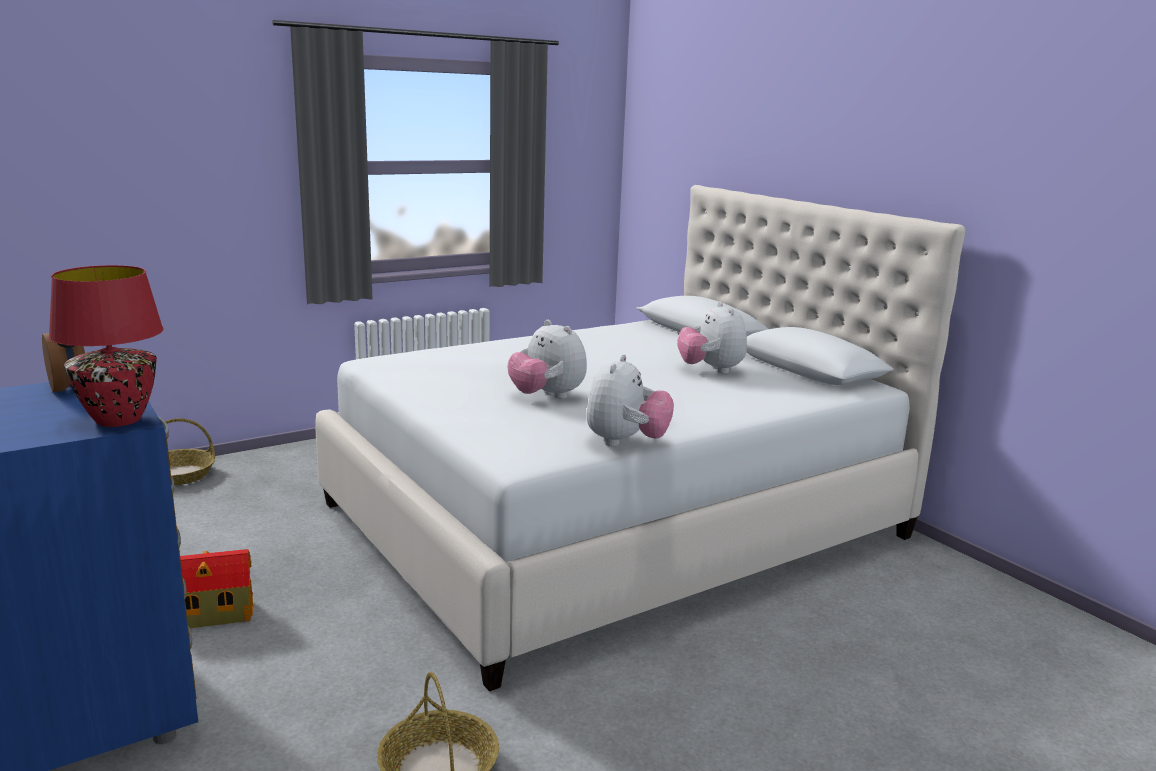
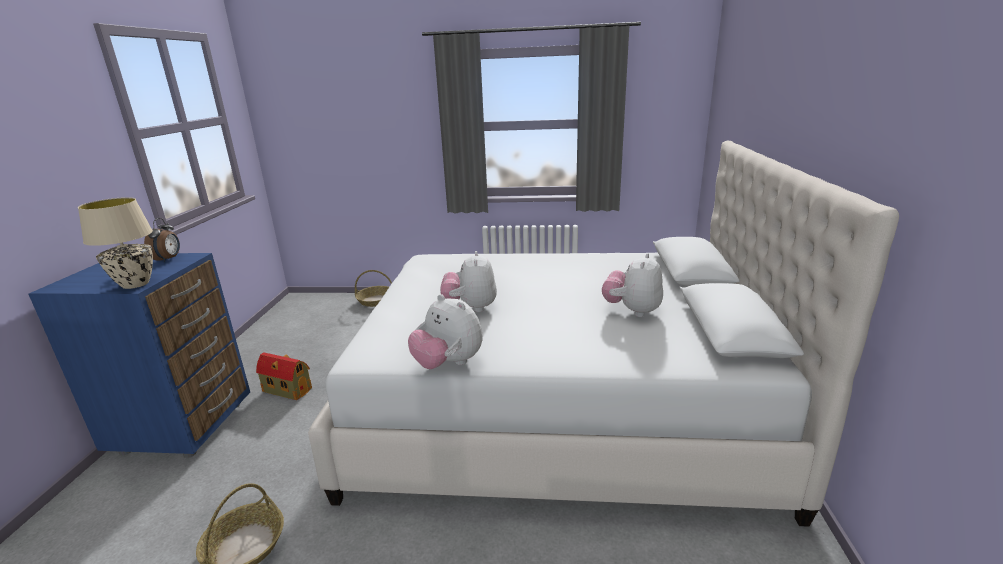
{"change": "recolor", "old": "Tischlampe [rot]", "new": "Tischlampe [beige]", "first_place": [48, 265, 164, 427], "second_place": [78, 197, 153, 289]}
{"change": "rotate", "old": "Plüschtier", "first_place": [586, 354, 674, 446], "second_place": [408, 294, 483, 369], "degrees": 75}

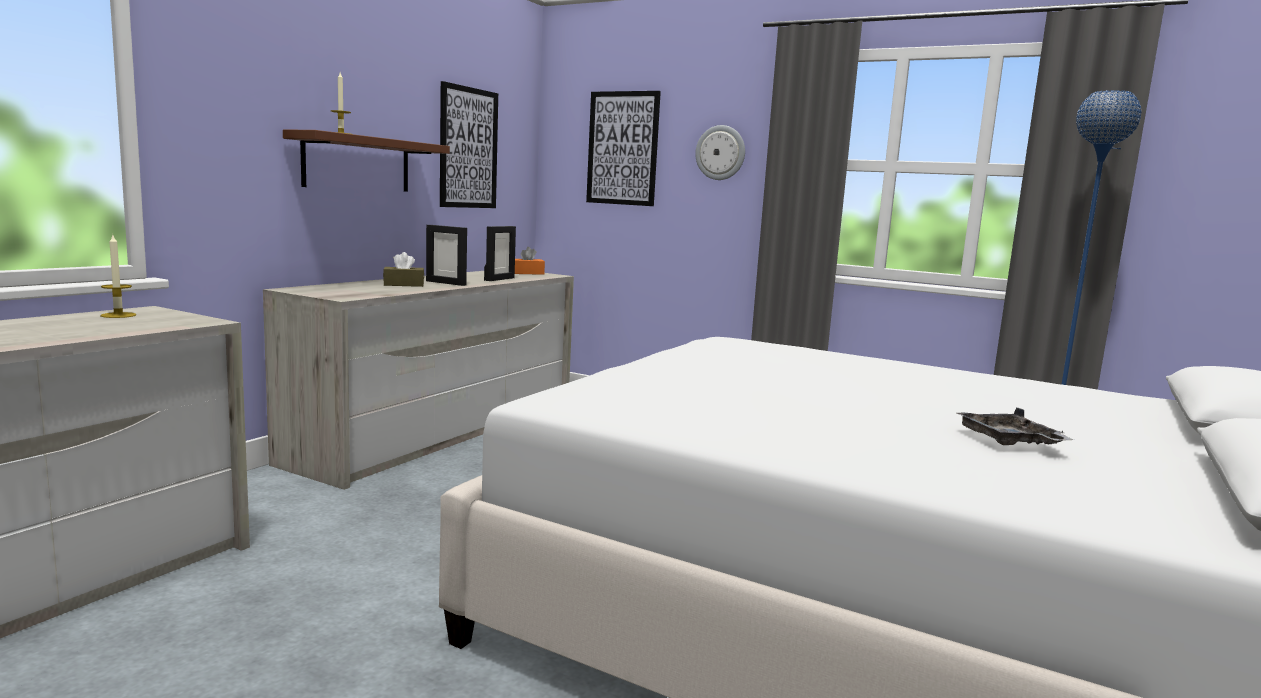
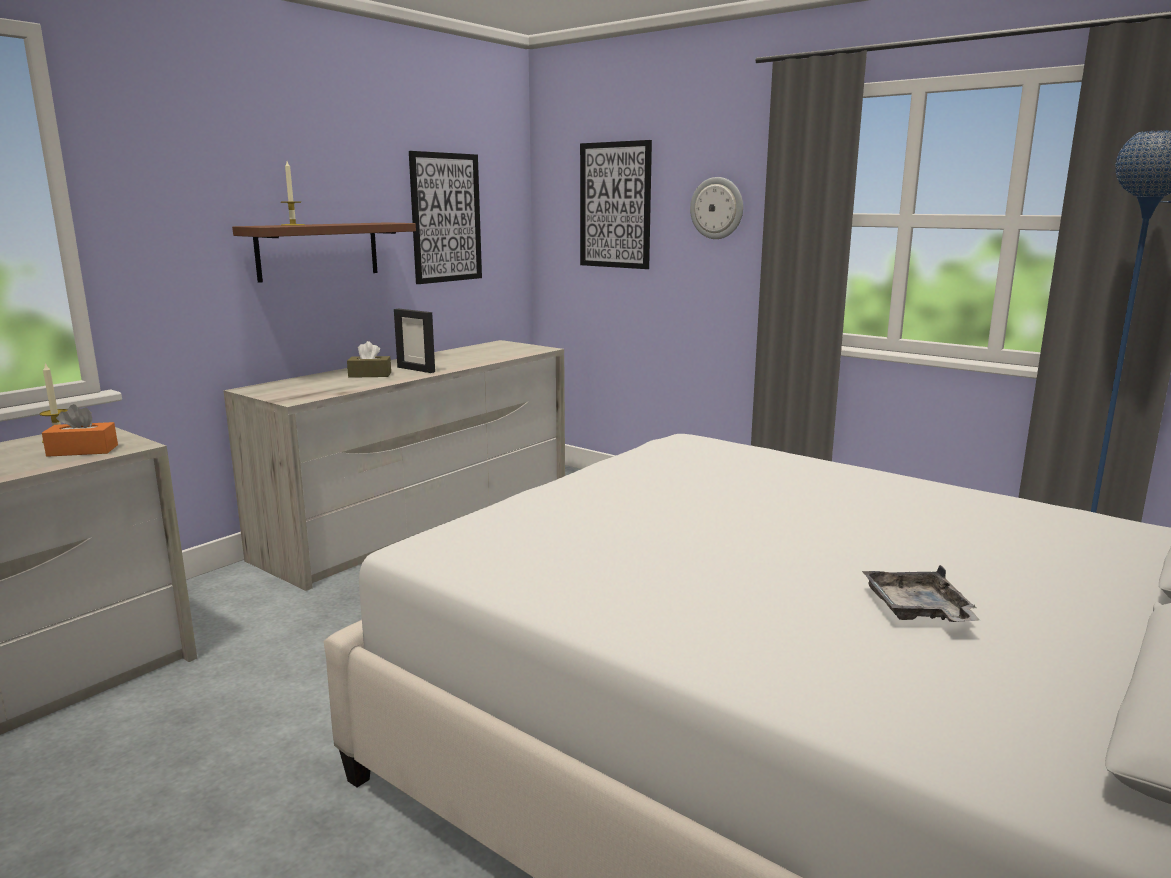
{"change": "delete", "old": "Bilderrahmen", "first_place": [484, 226, 516, 281]}
{"change": "move", "old": "Taschentuchbox [orange]", "first_place": [515, 247, 545, 275], "second_place": [42, 404, 118, 457]}

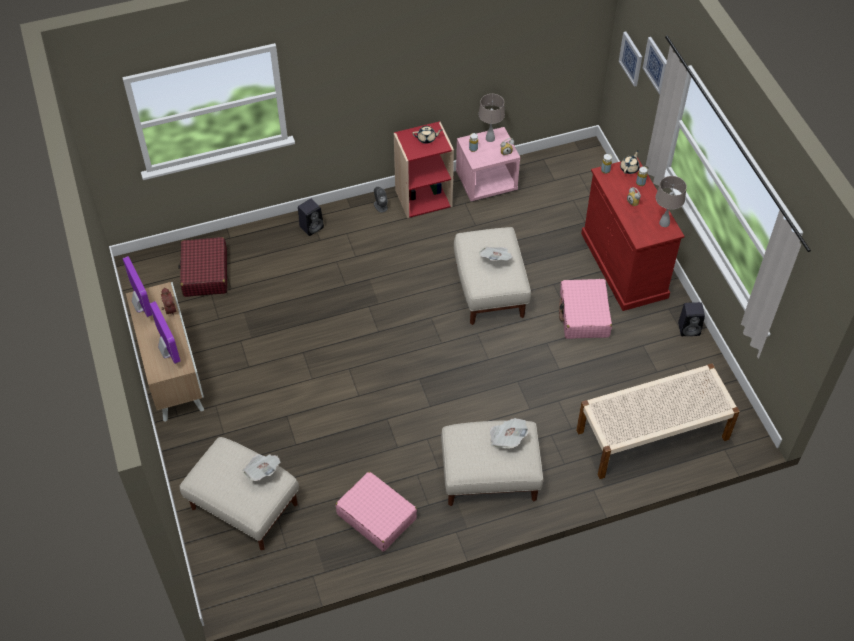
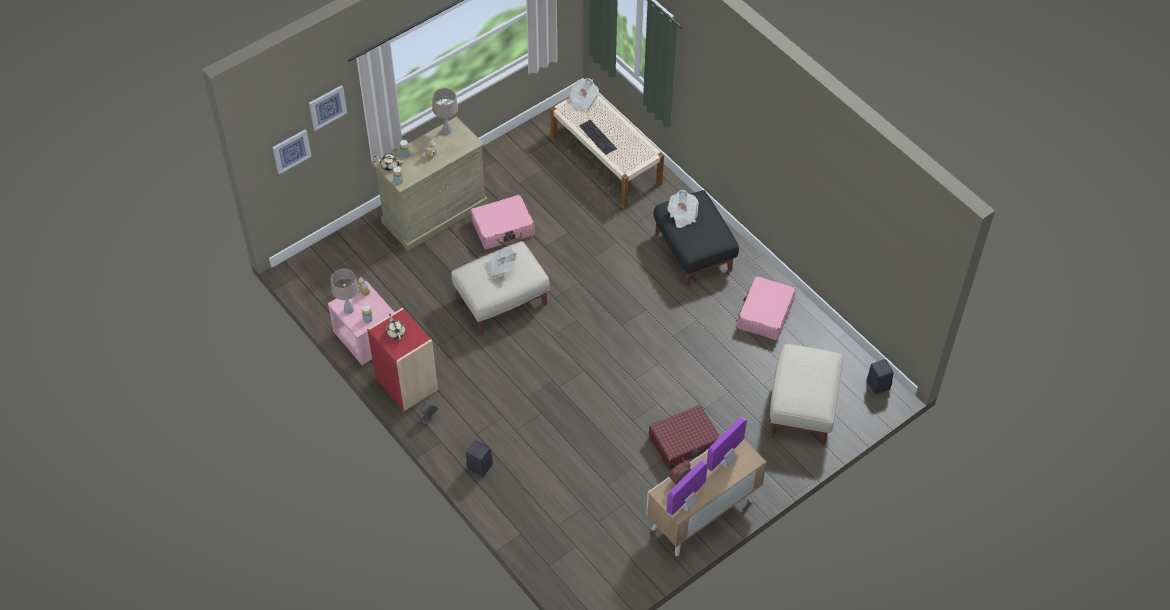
{"change": "insert", "new": "Tastatur", "second_place": [579, 120, 617, 155]}
{"change": "move", "old": "Koffer [rot]", "first_place": [178, 237, 227, 297], "second_place": [649, 405, 720, 469]}
{"change": "move", "old": "Zeitung", "first_place": [242, 454, 281, 481], "second_place": [569, 78, 599, 111]}
{"change": "move", "old": "Lautsprecher [schwarz]", "first_place": [678, 302, 705, 336], "second_place": [866, 359, 893, 395]}
{"change": "recolor", "old": "Polsterhocker [beige]", "new": "Polsterhocker [schwarz]", "first_place": [441, 420, 543, 506], "second_place": [654, 190, 739, 287]}
{"change": "recolor", "old": "Kommode [rot]", "new": "Kommode [beige]", "first_place": [581, 157, 684, 311], "second_place": [373, 116, 488, 251]}

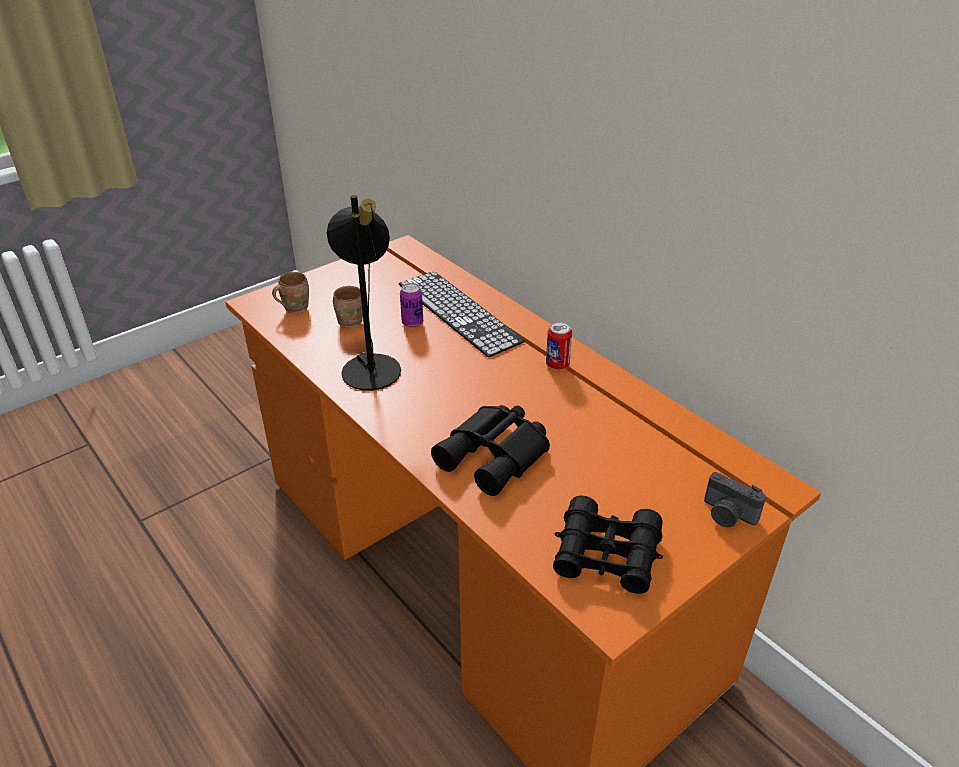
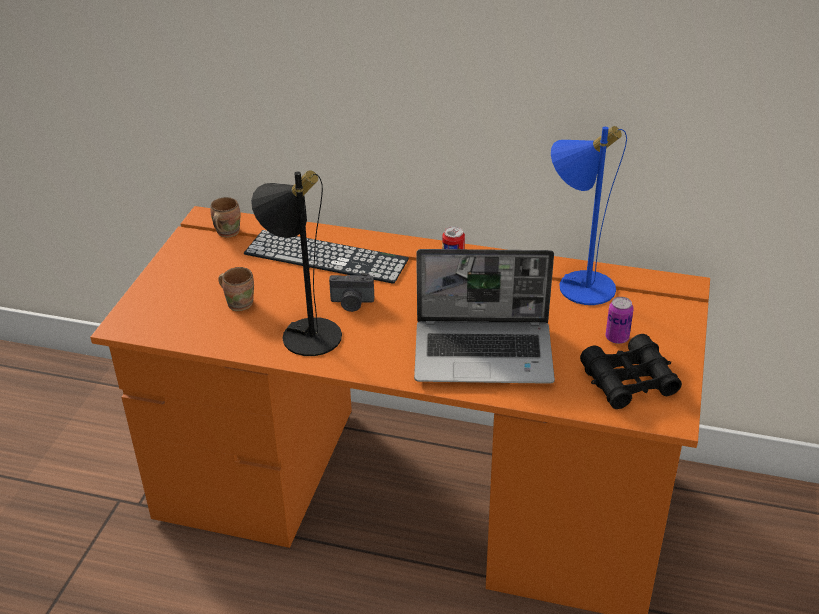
{"change": "insert", "new": "Tischlampe [blau]", "second_place": [551, 126, 627, 305]}
{"change": "move", "old": "Henkelbecher [braun]", "first_place": [272, 272, 309, 314], "second_place": [210, 197, 240, 237]}
{"change": "move", "old": "Dose", "first_place": [400, 283, 423, 328], "second_place": [605, 297, 634, 344]}
{"change": "move", "old": "Kamera", "first_place": [704, 472, 766, 528], "second_place": [329, 273, 374, 312]}
{"change": "replace", "old": "Fernglas [schwarz]", "new": "Laptop", "first_place": [431, 405, 550, 496], "second_place": [414, 249, 555, 384]}

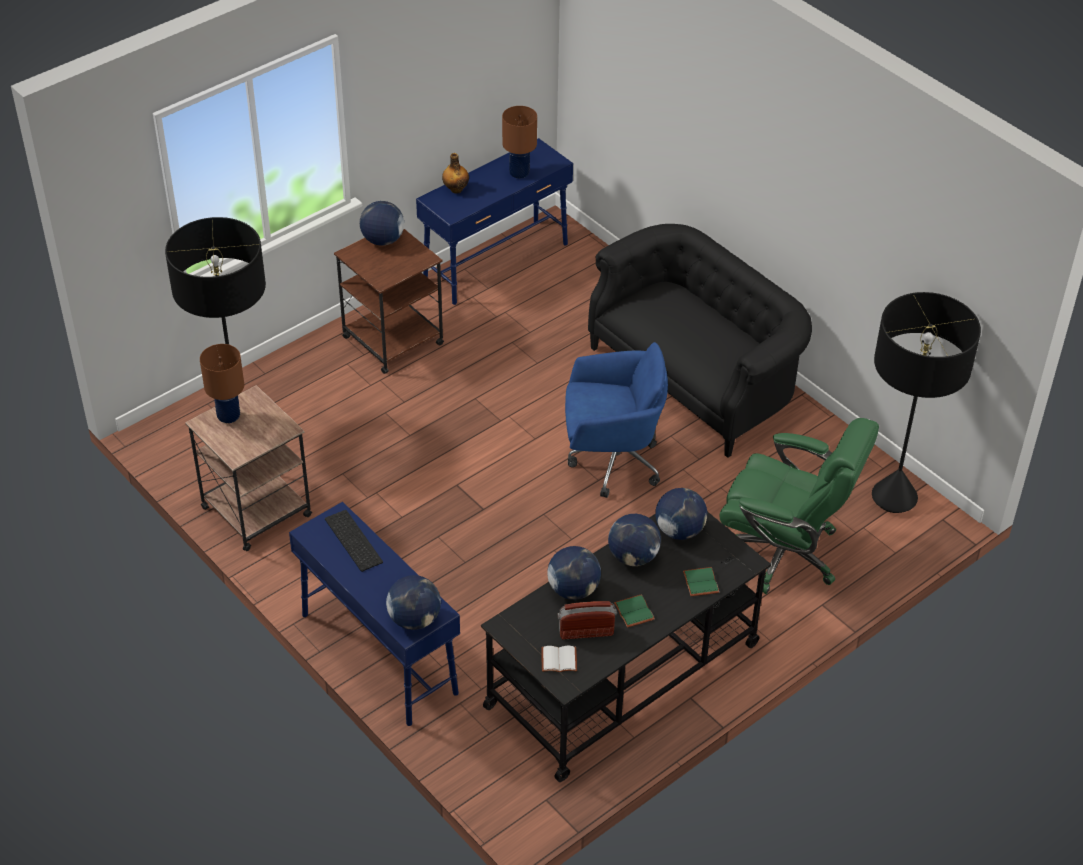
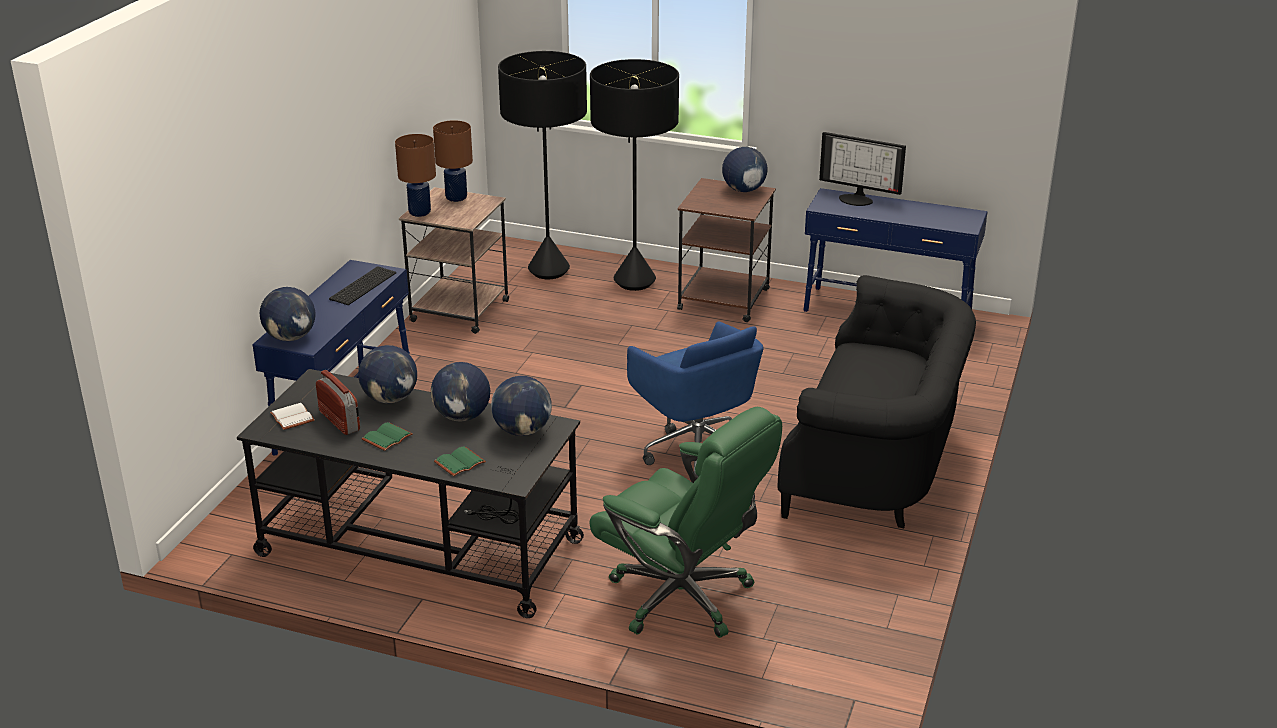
{"change": "move", "old": "Tischlampe [braun]", "first_place": [502, 106, 537, 179], "second_place": [395, 134, 436, 217]}
{"change": "move", "old": "Stehlampe [schwarz]", "first_place": [872, 292, 981, 513], "second_place": [590, 59, 679, 291]}
{"change": "replace", "old": "Flasche", "new": "Monitor", "first_place": [442, 153, 469, 194], "second_place": [819, 132, 906, 206]}
{"change": "rotate", "old": "Bürostuhl [grün]", "first_place": [720, 418, 879, 594], "second_place": [590, 407, 782, 638], "degrees": -45}

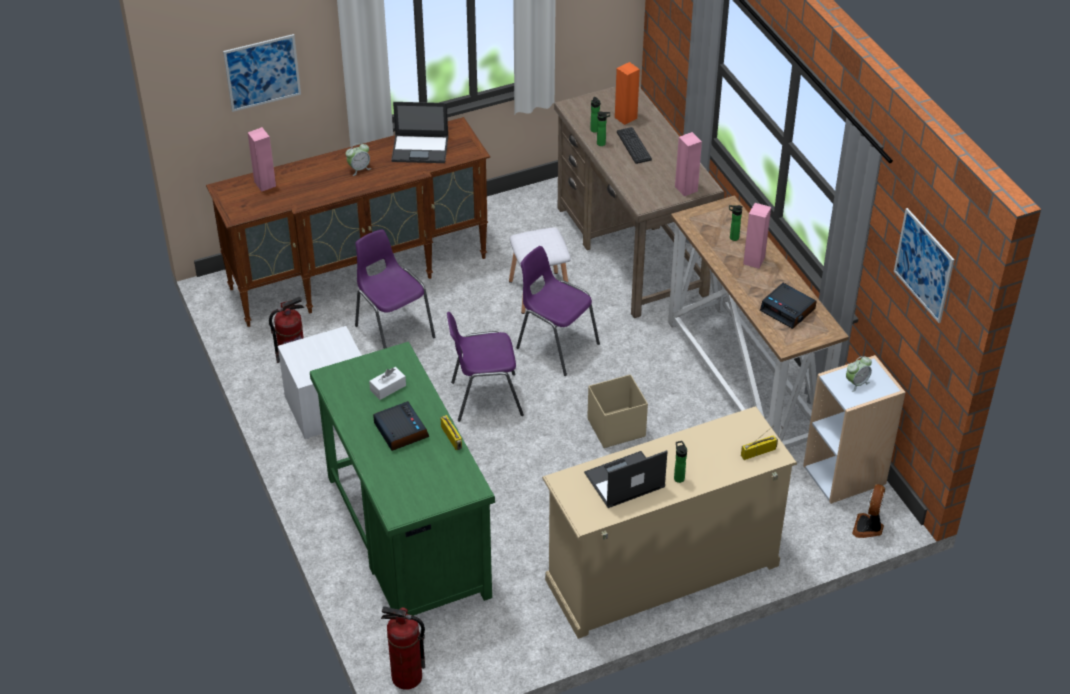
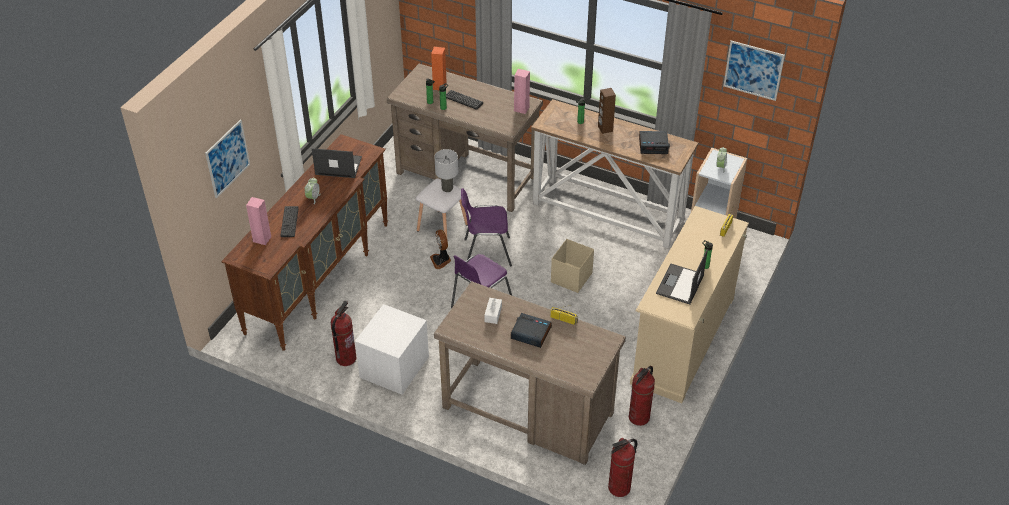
{"change": "delete", "old": "Stuhl [lila]", "first_place": [355, 229, 435, 349]}
{"change": "insert", "new": "Tastatur", "second_place": [280, 206, 299, 237]}
{"change": "insert", "new": "Tischlampe [weiß]", "second_place": [435, 149, 458, 192]}
{"change": "insert", "new": "Feuerlöscher", "second_place": [629, 366, 655, 426]}
{"change": "move", "old": "Ventilator", "first_place": [852, 484, 885, 538], "second_place": [430, 230, 451, 269]}
{"change": "recolor", "old": "Schreibtisch [grün]", "new": "Schreibtisch [braun]", "first_place": [310, 342, 495, 616], "second_place": [434, 281, 626, 465]}
{"change": "recolor", "old": "Lautsprecher [rosa]", "new": "Lautsprecher [braun]", "first_place": [743, 203, 771, 268], "second_place": [598, 88, 616, 134]}
{"change": "rotate", "old": "Laptop", "first_place": [391, 102, 448, 163], "second_place": [312, 148, 362, 178], "degrees": -135}

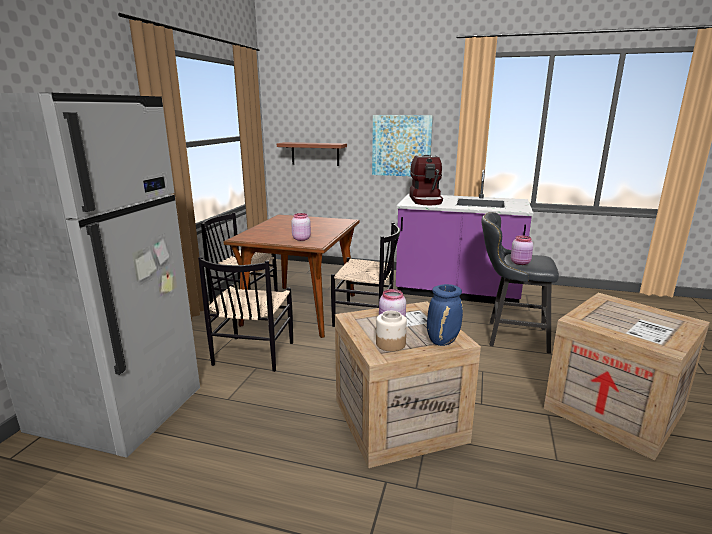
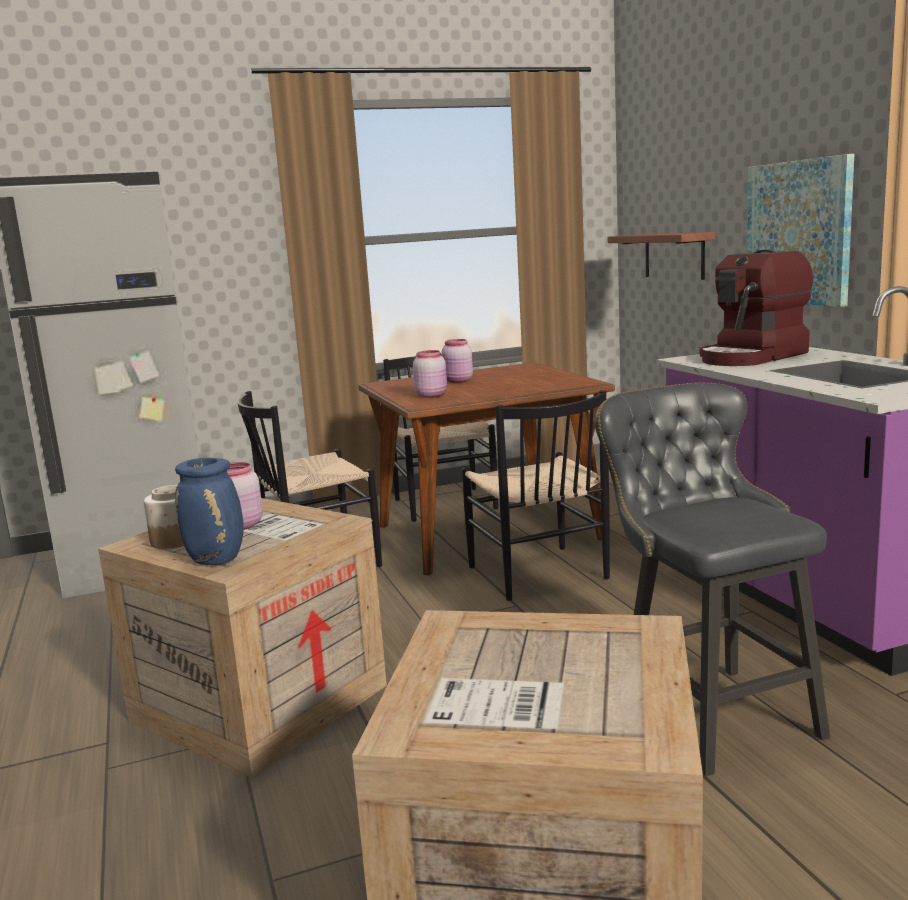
{"change": "move", "old": "Vorratsglas [rosa]", "first_place": [511, 235, 533, 265], "second_place": [442, 339, 473, 383]}

